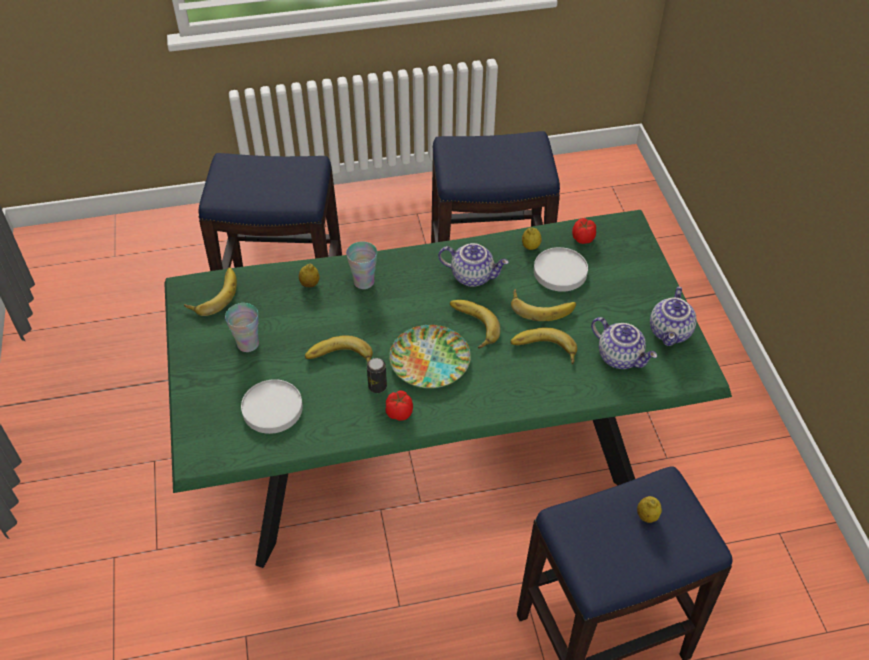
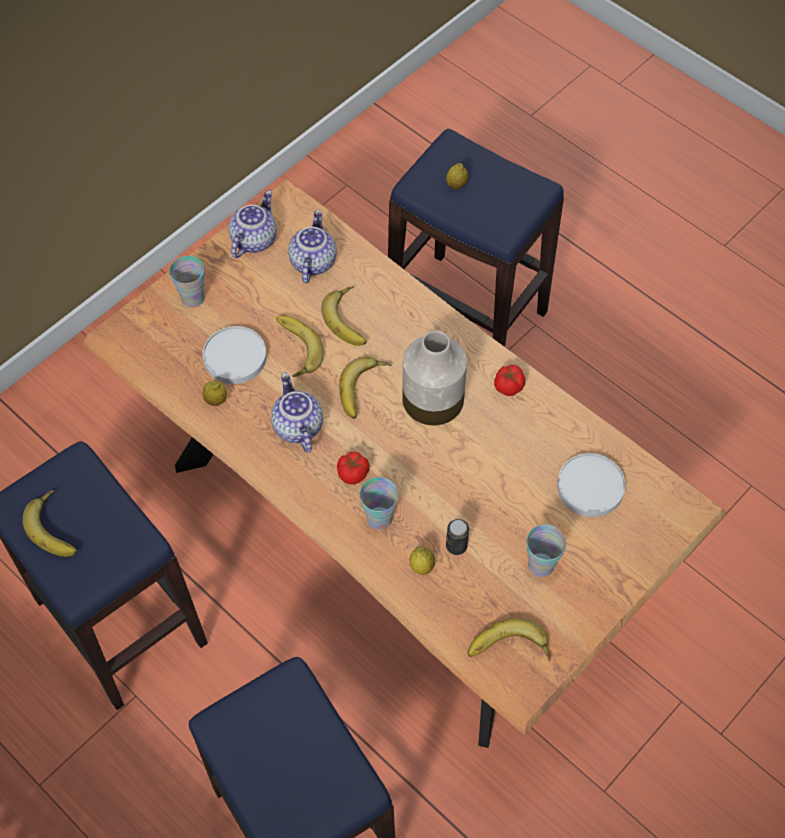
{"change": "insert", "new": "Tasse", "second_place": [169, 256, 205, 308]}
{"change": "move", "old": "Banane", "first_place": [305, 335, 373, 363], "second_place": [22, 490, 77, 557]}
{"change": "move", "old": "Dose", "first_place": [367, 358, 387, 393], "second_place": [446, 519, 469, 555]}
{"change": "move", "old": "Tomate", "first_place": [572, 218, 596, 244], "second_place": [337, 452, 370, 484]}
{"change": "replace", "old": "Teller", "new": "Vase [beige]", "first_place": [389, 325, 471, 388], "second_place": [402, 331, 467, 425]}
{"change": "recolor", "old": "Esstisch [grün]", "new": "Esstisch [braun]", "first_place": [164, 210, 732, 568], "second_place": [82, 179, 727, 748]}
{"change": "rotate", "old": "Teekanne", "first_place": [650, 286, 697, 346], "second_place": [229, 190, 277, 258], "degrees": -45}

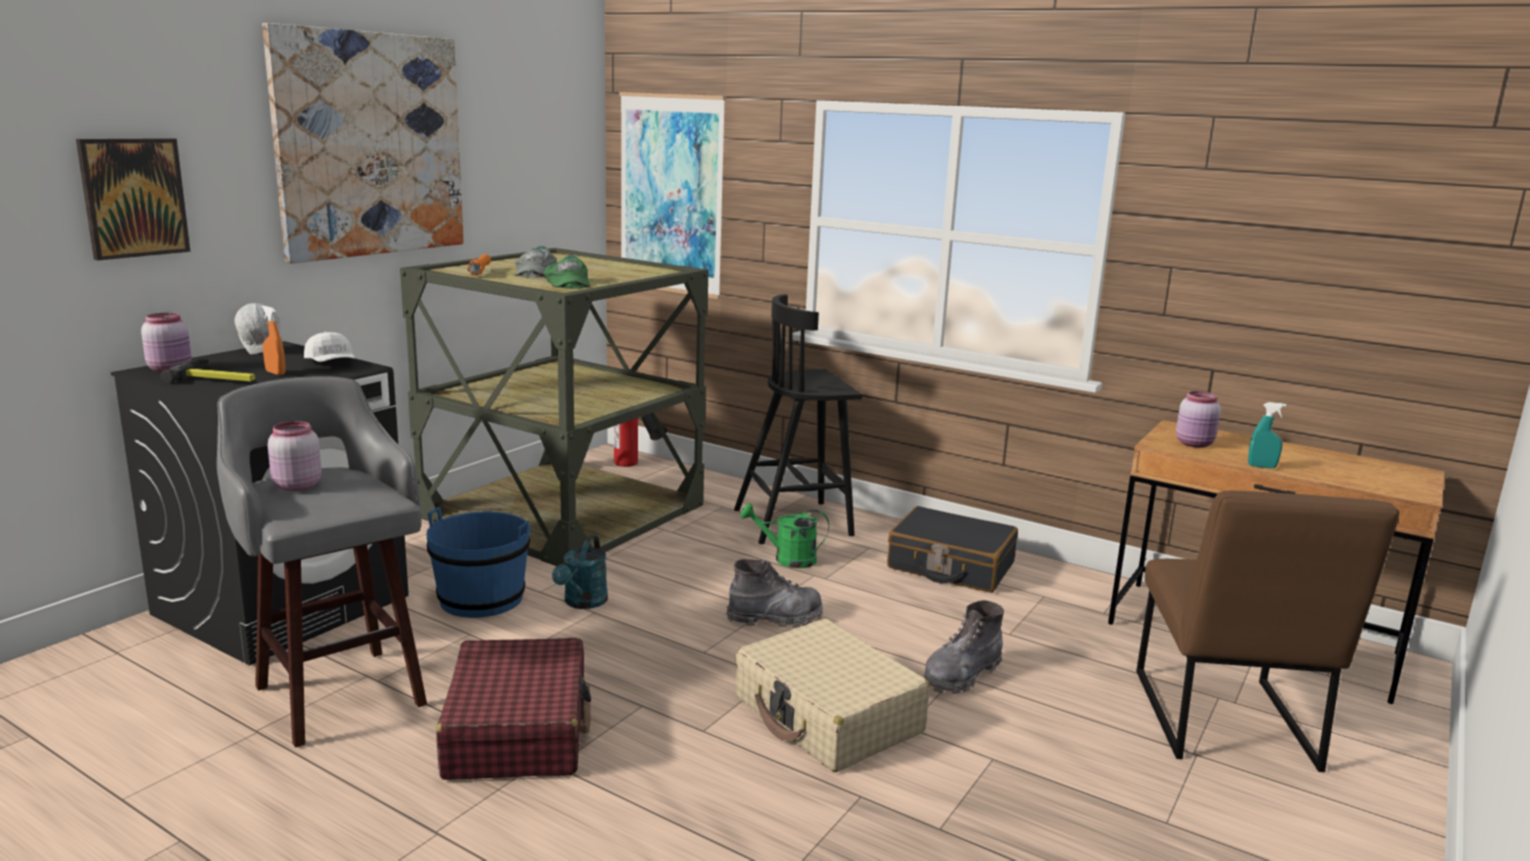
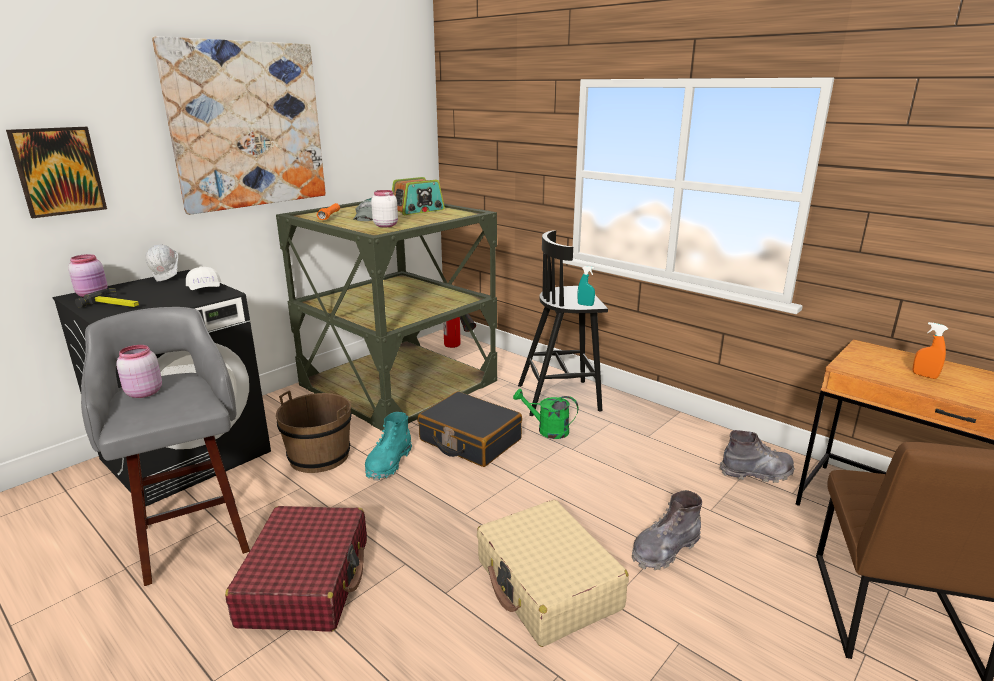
{"change": "delete", "old": "Bild", "first_place": [619, 92, 726, 299]}
{"change": "delete", "old": "Vorratsglas [rosa]", "first_place": [1176, 391, 1221, 448]}
{"change": "insert", "new": "Radio", "second_place": [392, 177, 445, 215]}
{"change": "move", "old": "Sprühflasche [orange]", "first_place": [262, 306, 286, 375], "second_place": [913, 322, 948, 379]}
{"change": "move", "old": "Stiefel [grau]", "first_place": [726, 559, 823, 628], "second_place": [720, 430, 794, 483]}
{"change": "move", "old": "Koffer [schwarz]", "first_place": [887, 506, 1018, 593], "second_place": [417, 391, 522, 467]}
{"change": "move", "old": "Sprühflasche [türkis]", "first_place": [1248, 402, 1286, 468], "second_place": [578, 266, 595, 306]}
{"change": "replace", "old": "Kappe [grün]", "new": "Vorratsglas [weiß]", "first_place": [544, 255, 590, 289], "second_place": [371, 190, 398, 227]}
{"change": "replace", "old": "Gießkanne [türkis]", "new": "Stiefel [türkis]", "first_place": [552, 535, 608, 609], "second_place": [365, 412, 412, 481]}
{"change": "recolor", "old": "Eimer [blau]", "new": "Eimer [braun]", "first_place": [426, 507, 530, 618], "second_place": [276, 391, 352, 473]}

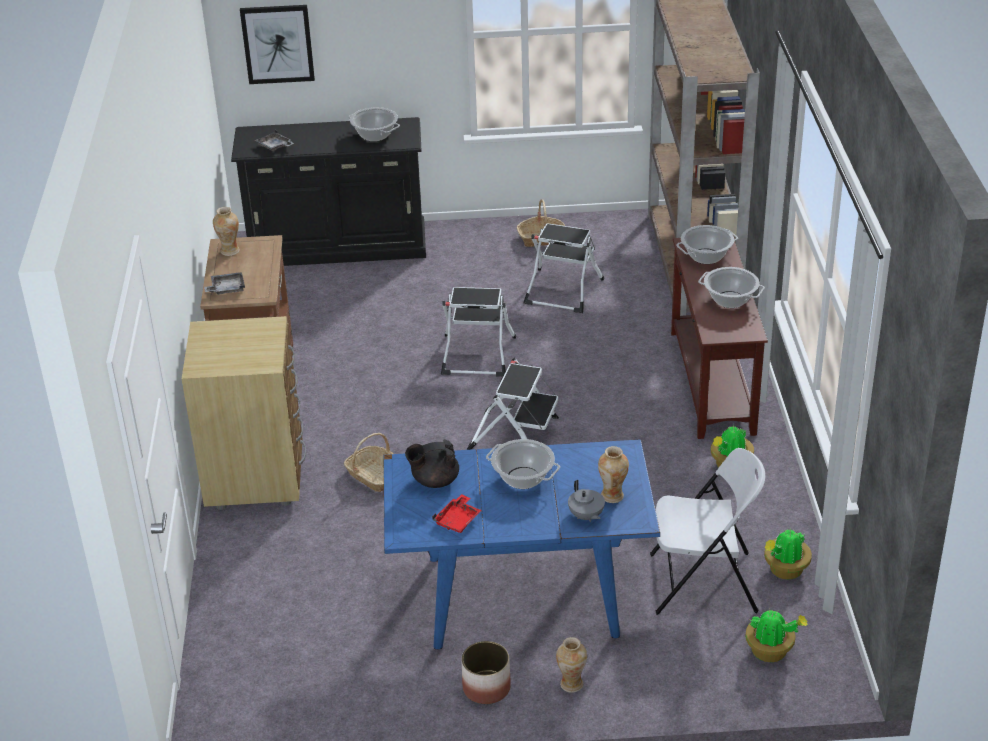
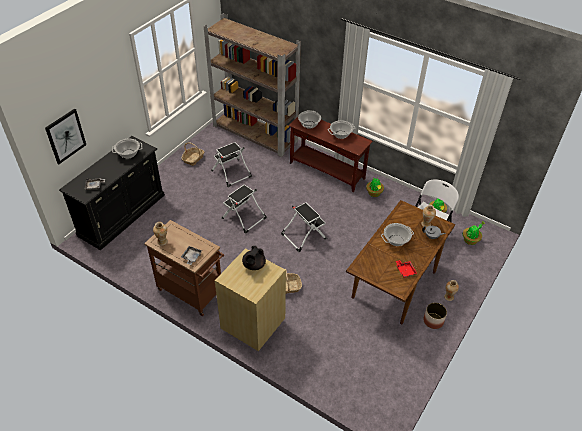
{"change": "move", "old": "Teekanne [schwarz]", "first_place": [405, 439, 459, 488], "second_place": [242, 246, 266, 270]}
{"change": "recolor", "old": "Esstisch [blau]", "new": "Esstisch [braun]", "first_place": [384, 439, 660, 649], "second_place": [346, 200, 455, 324]}

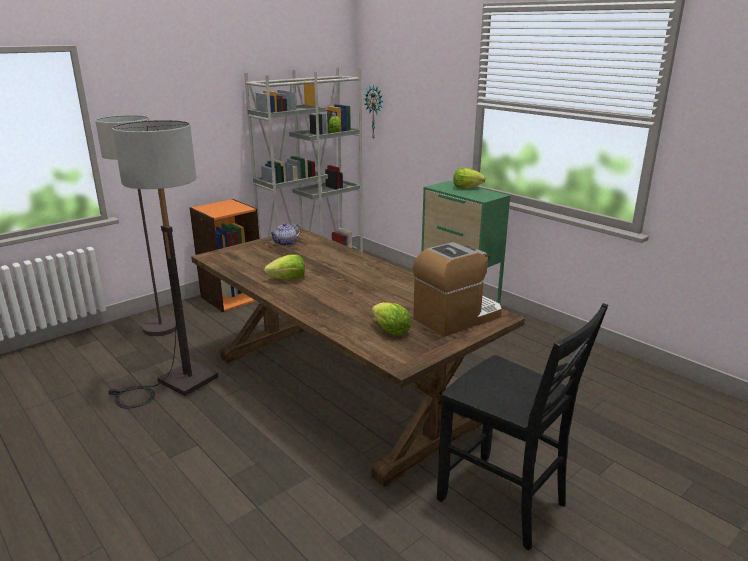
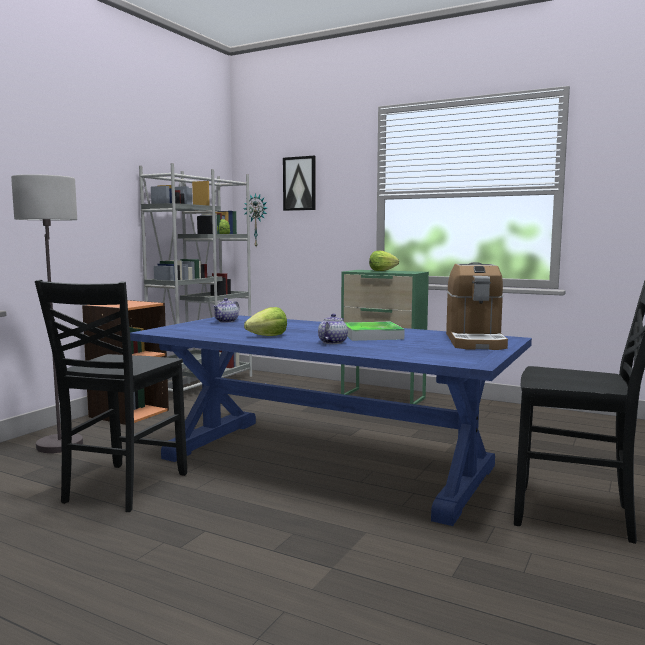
{"change": "delete", "old": "Salatkopf", "first_place": [372, 302, 411, 336]}
{"change": "insert", "new": "Bild", "second_place": [283, 156, 316, 211]}
{"change": "insert", "new": "Teekanne", "second_place": [318, 314, 348, 344]}
{"change": "insert", "new": "Tablett", "second_place": [345, 322, 405, 341]}
{"change": "replace", "old": "Stehlampe", "new": "Stuhl [schwarz]", "first_place": [108, 120, 218, 408], "second_place": [35, 280, 187, 512]}
{"change": "recolor", "old": "Esstisch [braun]", "new": "Esstisch [blau]", "first_place": [191, 228, 525, 487], "second_place": [130, 315, 532, 526]}
{"change": "rotate", "old": "Kaffeemaschine", "first_place": [413, 242, 502, 337], "second_place": [446, 262, 508, 350], "degrees": 150}

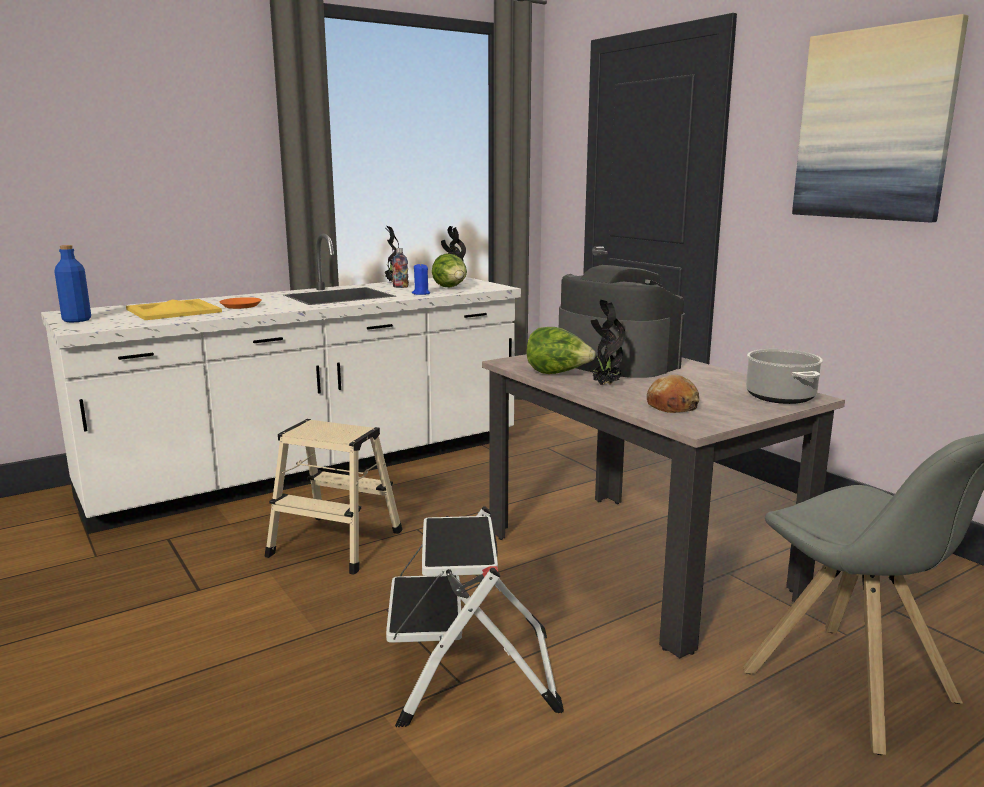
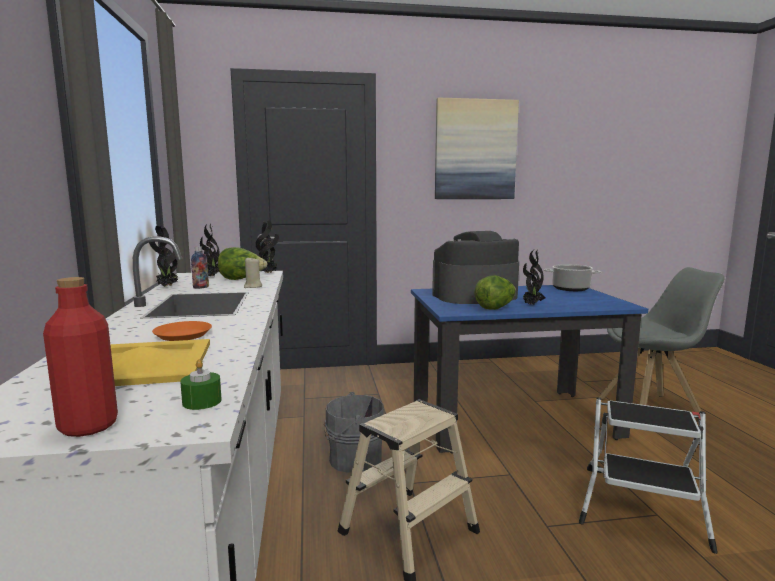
{"change": "delete", "old": "Brot", "first_place": [647, 375, 699, 413]}
{"change": "insert", "new": "Kerze [grün]", "second_place": [180, 359, 222, 410]}
{"change": "insert", "new": "Topfpflanze", "second_place": [255, 221, 279, 273]}
{"change": "insert", "new": "Eimer [grau]", "second_place": [324, 392, 384, 473]}
{"change": "recolor", "old": "Flasche [blau]", "new": "Flasche [rot]", "first_place": [54, 245, 91, 322], "second_place": [43, 277, 118, 437]}
{"change": "recolor", "old": "Kerze [blau]", "new": "Kerze [beige]", "first_place": [412, 263, 430, 295], "second_place": [244, 256, 262, 288]}
{"change": "recolor", "old": "Esstisch [beige]", "new": "Esstisch [blau]", "first_place": [482, 354, 845, 658], "second_place": [411, 285, 648, 453]}

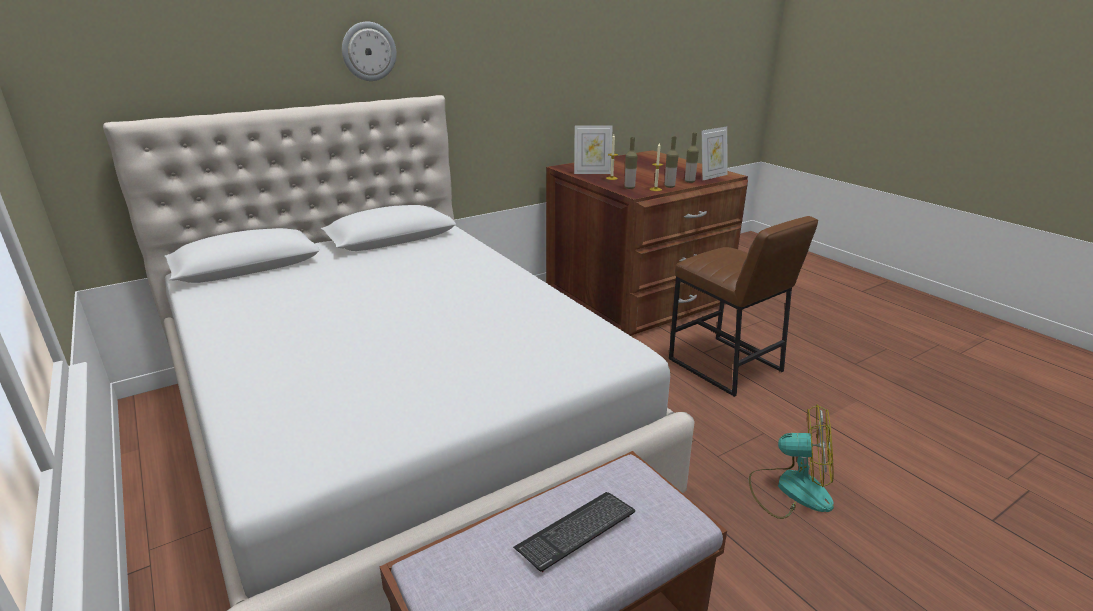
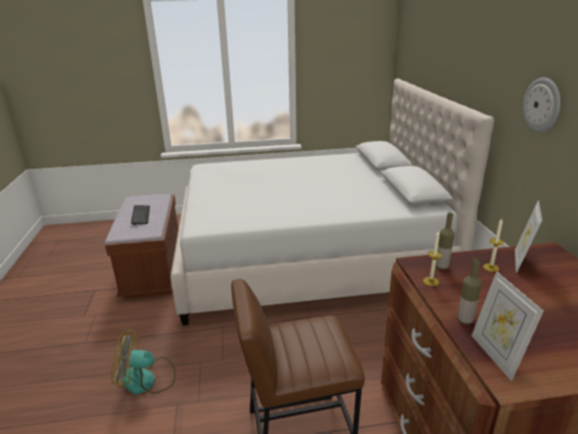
{"change": "delete", "old": "Flasche", "first_place": [665, 136, 678, 188]}
{"change": "move", "old": "Wanduhr", "first_place": [342, 21, 396, 81], "second_place": [523, 78, 560, 132]}
{"change": "rotate", "old": "Ventilator", "first_place": [749, 405, 834, 519], "second_place": [111, 328, 176, 394], "degrees": 45}

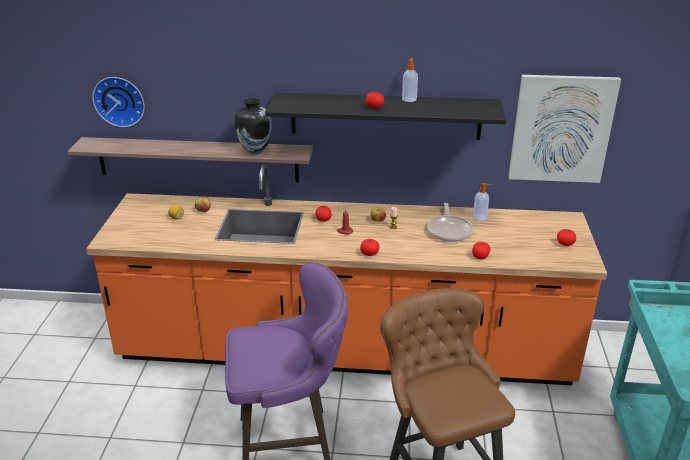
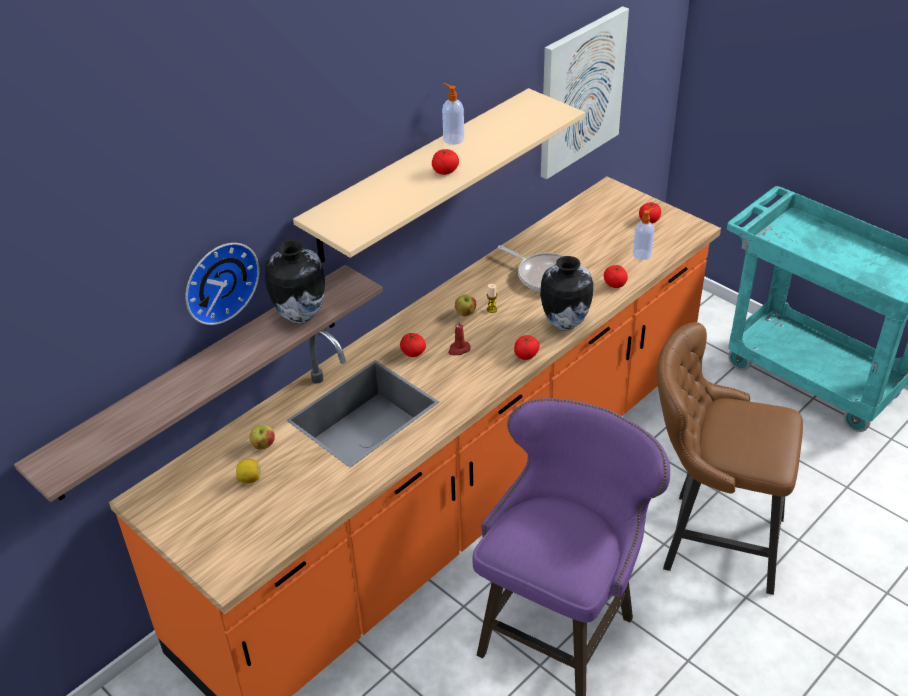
{"change": "insert", "new": "Vase", "second_place": [540, 256, 593, 331]}
{"change": "move", "old": "Wanduhr", "first_place": [92, 77, 145, 127], "second_place": [186, 243, 259, 325]}
{"change": "move", "old": "Seifenspender", "first_place": [473, 183, 492, 221], "second_place": [633, 208, 655, 260]}
{"change": "recolor", "old": "Wandregal [schwarz]", "new": "Wandregal [beige]", "first_place": [265, 93, 506, 140], "second_place": [293, 88, 585, 263]}

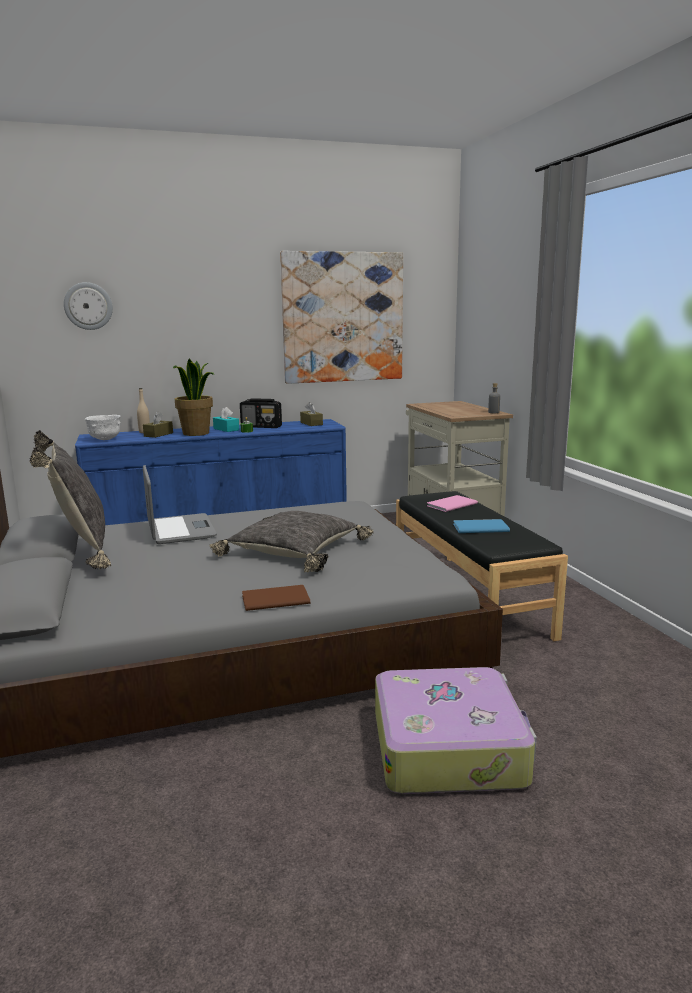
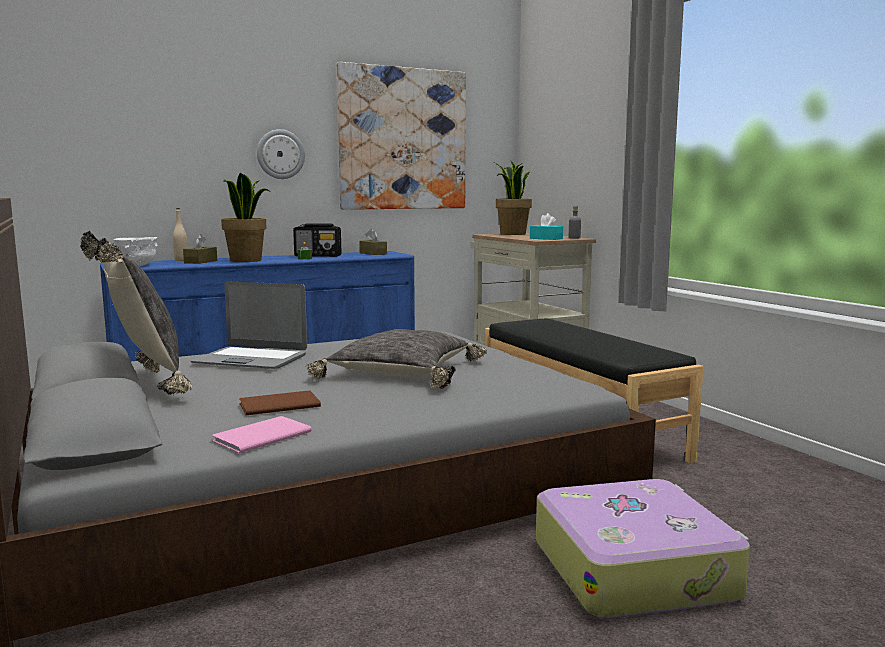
{"change": "delete", "old": "Buch [blau]", "first_place": [453, 519, 510, 533]}
{"change": "insert", "new": "Topfpflanze", "second_place": [494, 160, 532, 235]}
{"change": "move", "old": "Wanduhr", "first_place": [64, 282, 113, 330], "second_place": [257, 129, 305, 179]}
{"change": "move", "old": "Taschentuchbox [türkis]", "first_place": [213, 407, 239, 432], "second_place": [530, 213, 563, 240]}
{"change": "move", "old": "Buch [braun]", "first_place": [242, 585, 310, 611], "second_place": [239, 391, 321, 415]}
{"change": "move", "old": "Buch [rosa]", "first_place": [427, 495, 478, 512], "second_place": [212, 416, 312, 453]}
{"change": "rotate", "old": "Laptop", "first_place": [143, 465, 217, 544], "second_place": [191, 281, 307, 369], "degrees": 135}

